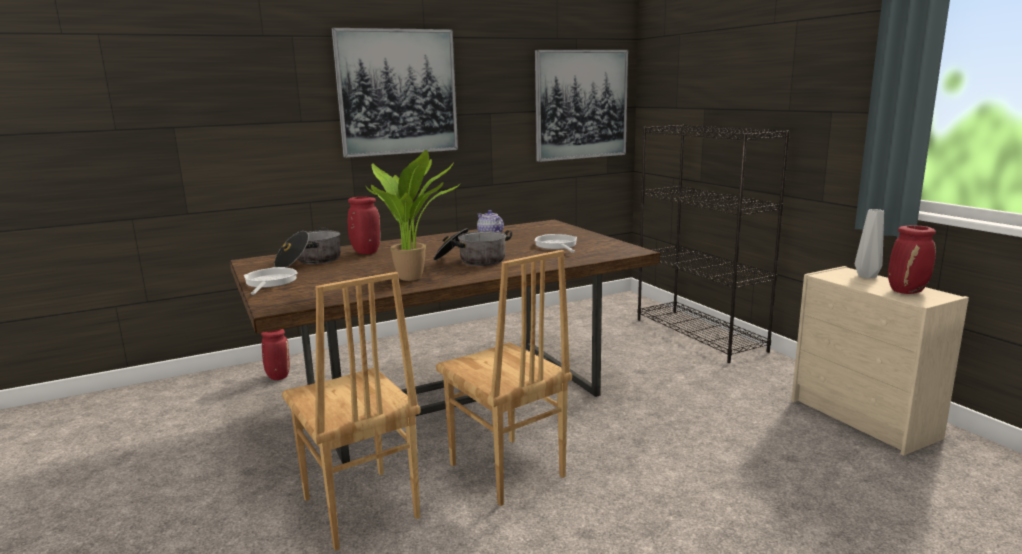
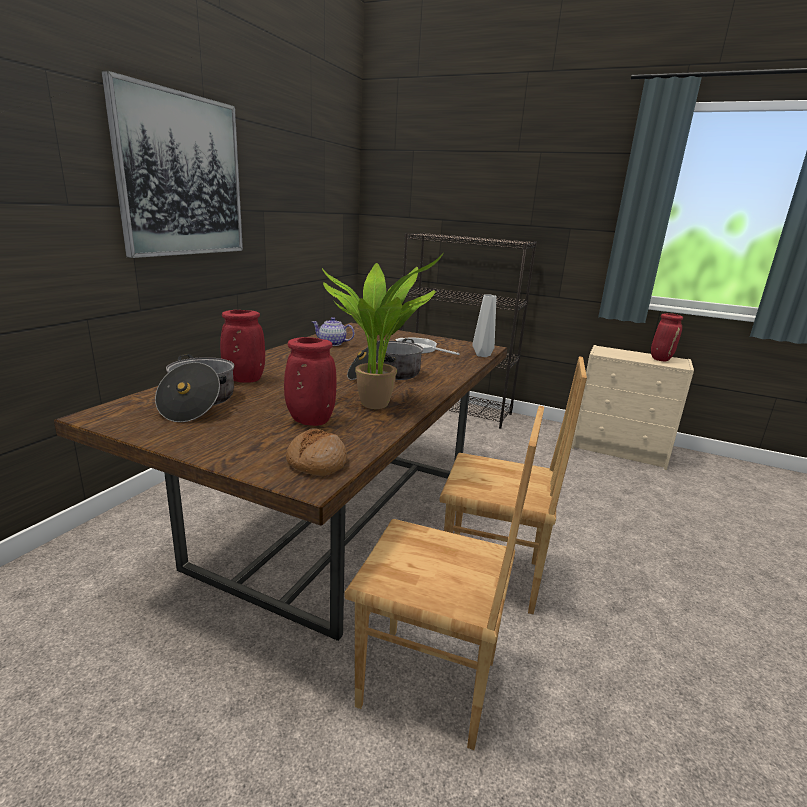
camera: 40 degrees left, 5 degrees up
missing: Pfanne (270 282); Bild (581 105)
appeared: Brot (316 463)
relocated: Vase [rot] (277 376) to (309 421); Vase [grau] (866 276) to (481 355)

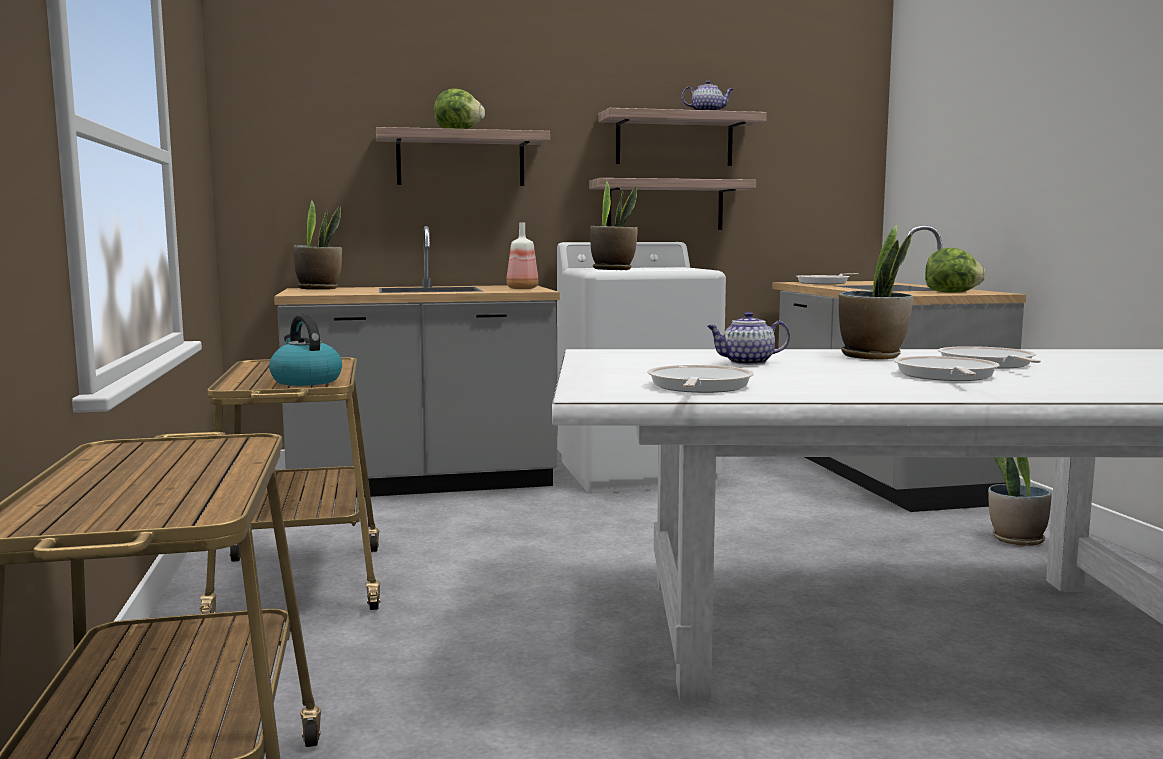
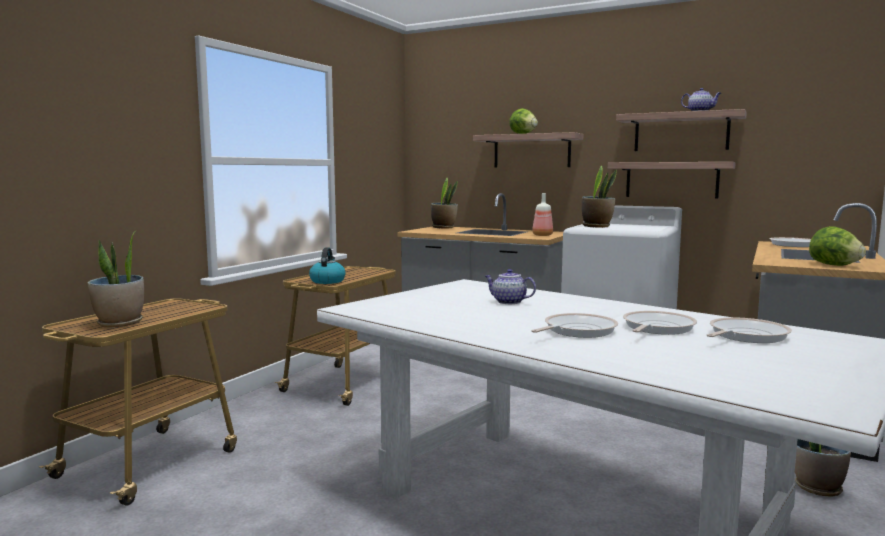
camera: 40 degrees right, 0 degrees up
relocated: Topfpflanze (872 356) to (120 323); Pfanne (698 387) to (745 336)

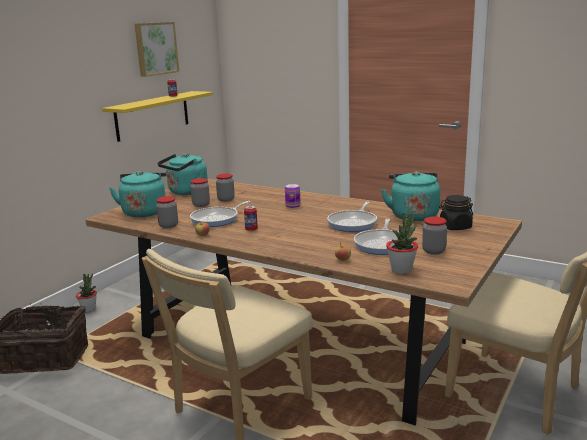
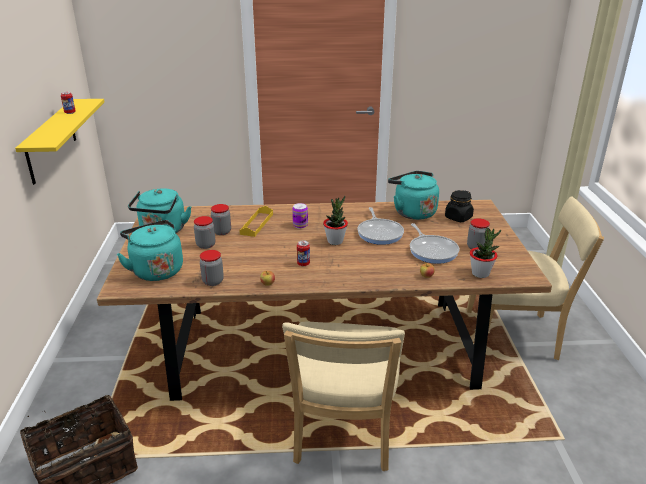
camera: 35 degrees left, 10 degrees up
missing: Bild (155 48); Pfanne (217 219)
appeared: Tablett [gelb] (257 224)
relocated: Topfpflanze (89 309) to (335 241)

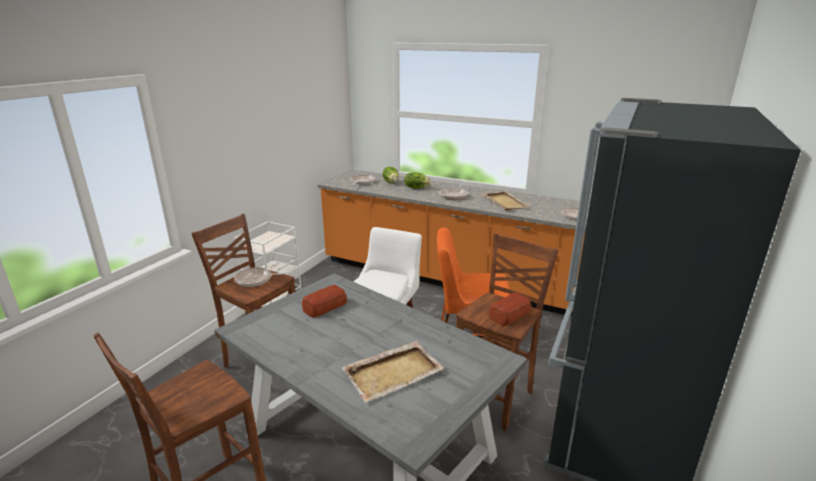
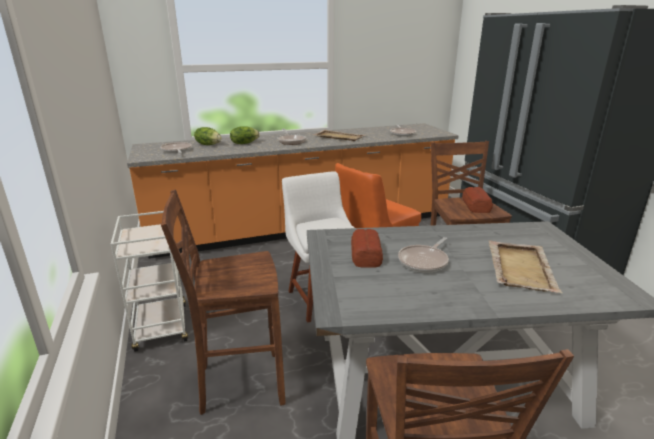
camera: 45 degrees left, 0 degrees up
relocated: Pfanne (256 280) to (424 261)

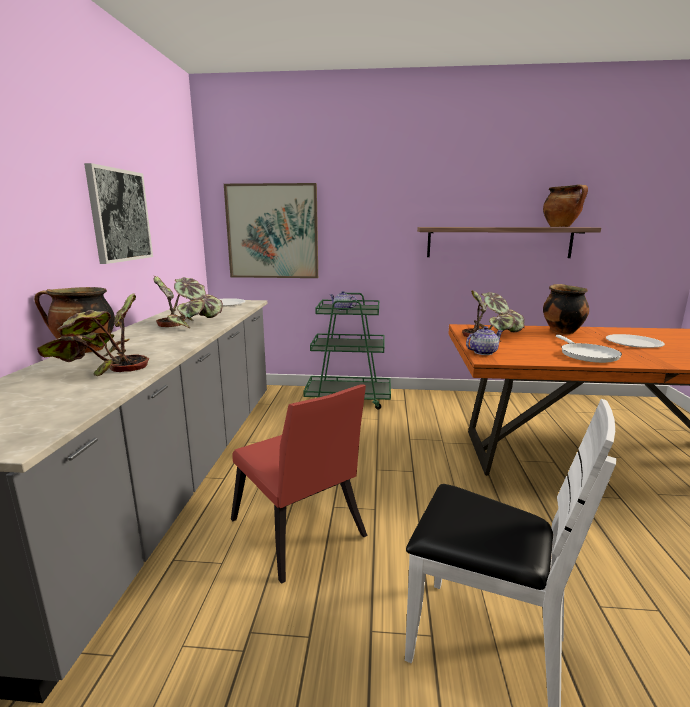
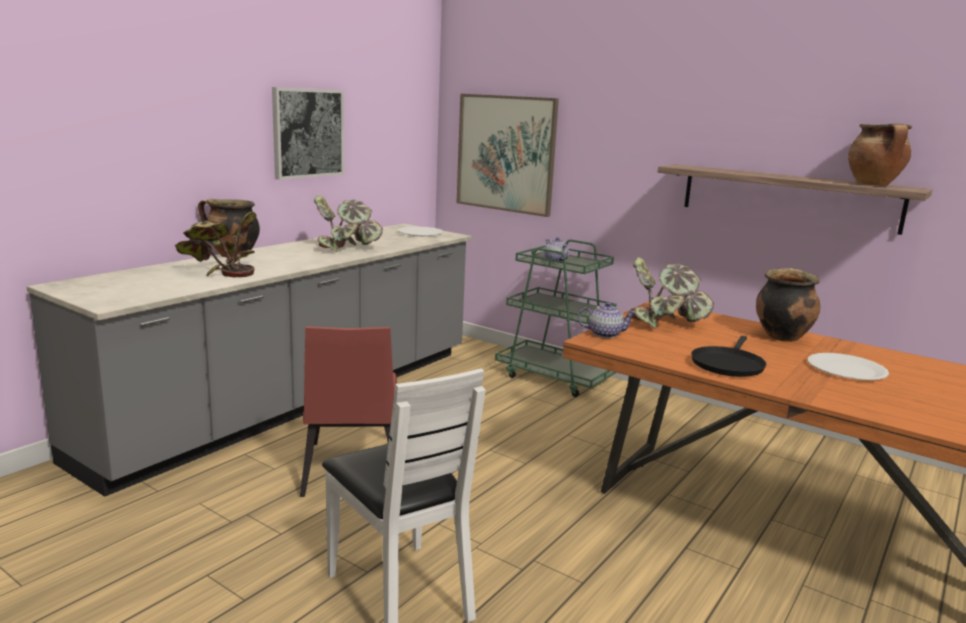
camera: 30 degrees right, 0 degrees up
colour: Pfanne [weiß] (586 355) to Pfanne [schwarz] (727 364)

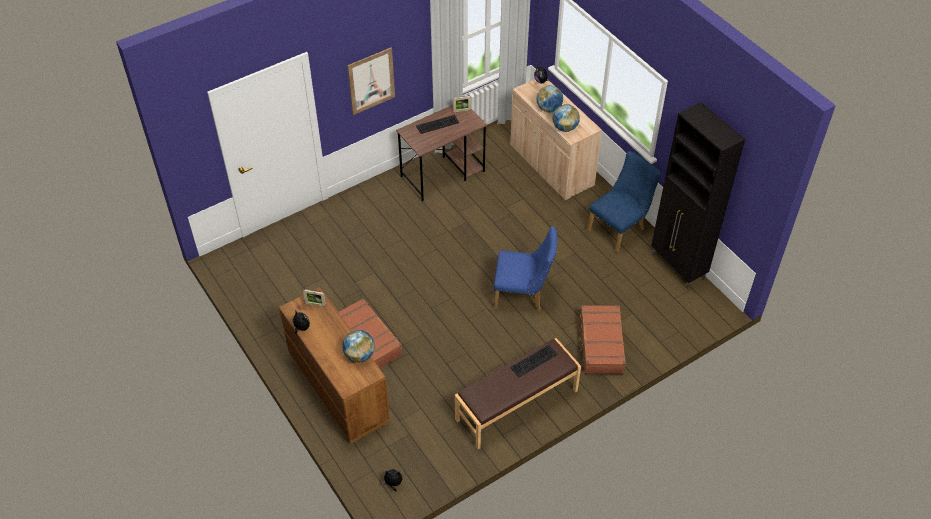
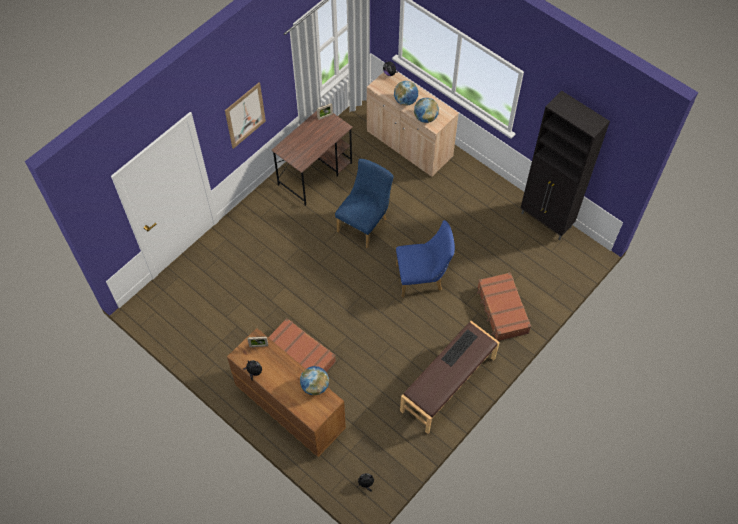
camera: 15 degrees left, 10 degrees up
missing: Tastatur (437 123)
relocated: Stuhl [blau] (619 229) to (365 223)

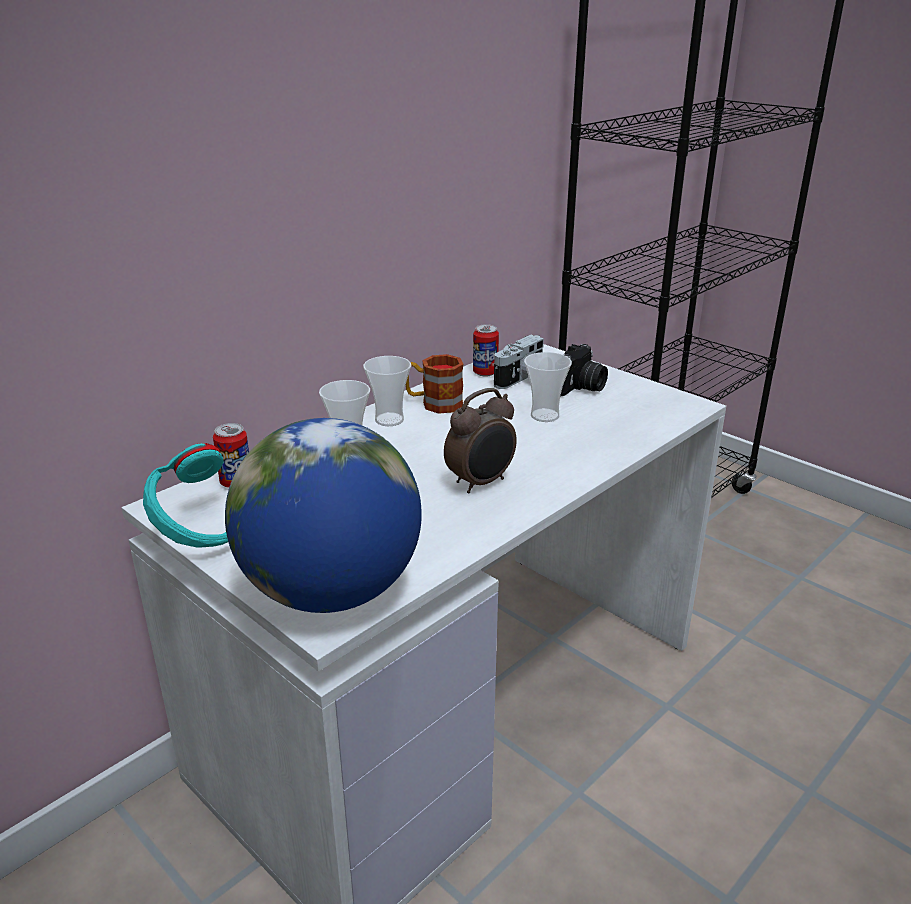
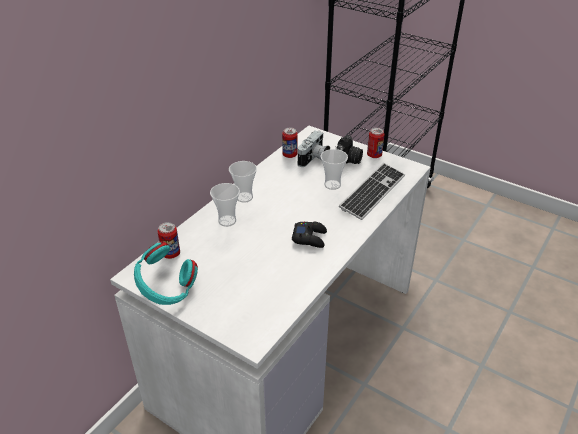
camera: 10 degrees left, 10 degrees up
missing: Globus (331 591); Henkelbecher (434 403)
appeared: Tastatur (372 192); Dose (374 155)
exchanged: Wecker (481 483) to Gamepad [schwarz] (310 238)

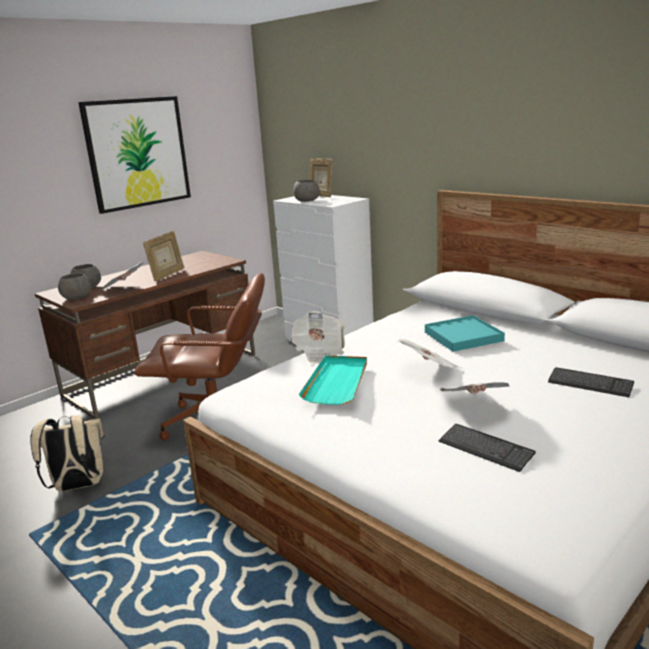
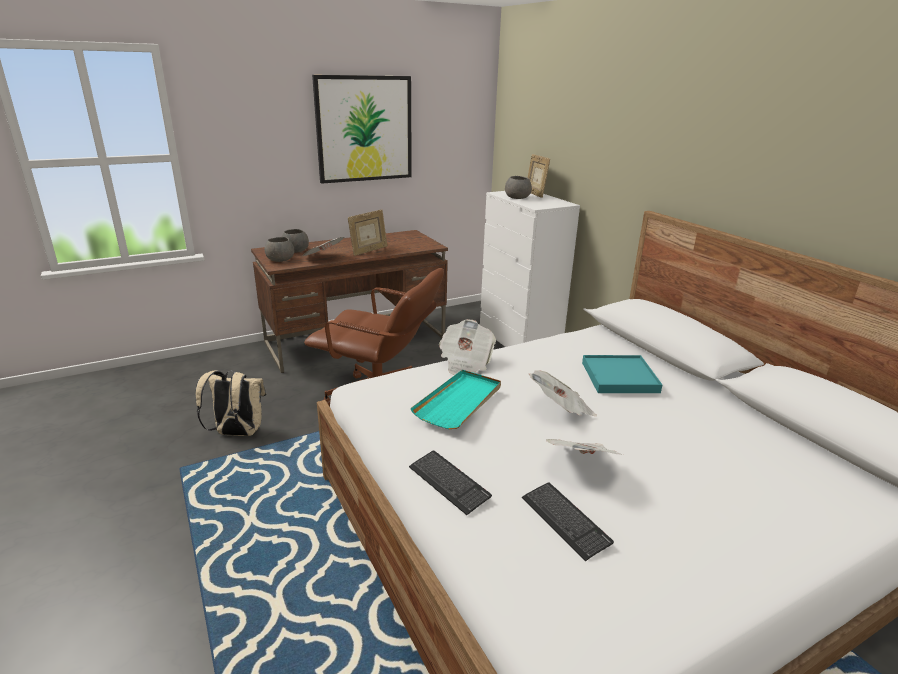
camera: 15 degrees right, 5 degrees up
relocated: Tastatur (590 384) to (449 483)

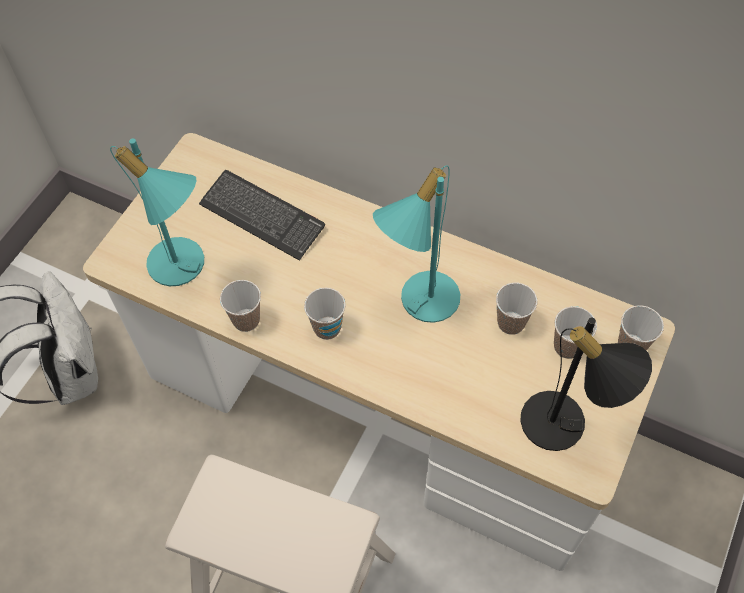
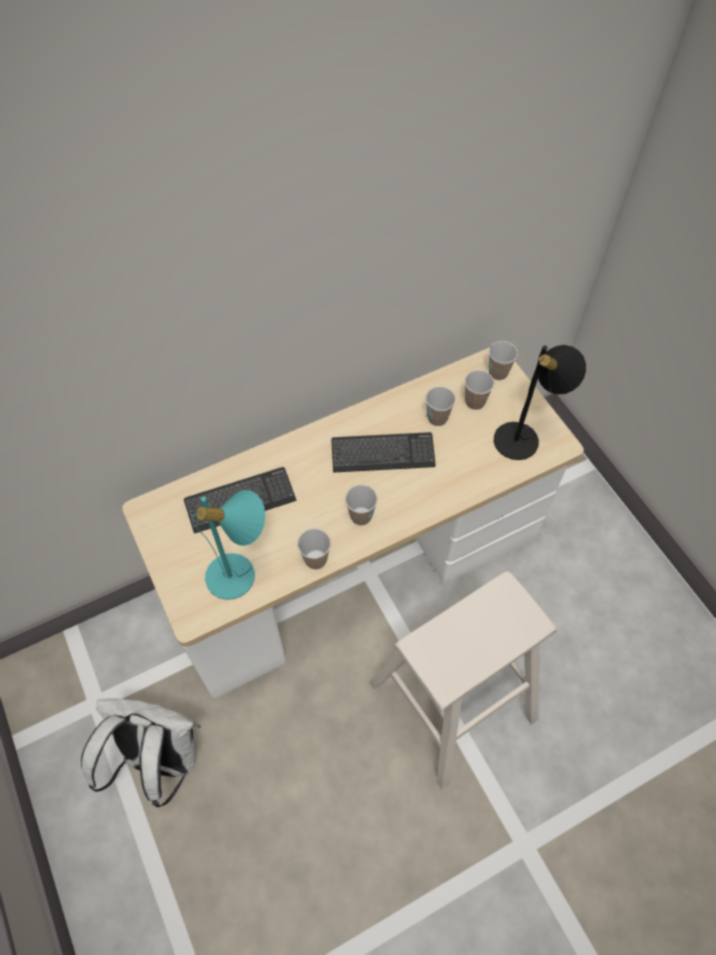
camera: 55 degrees left, 0 degrees up
exchanged: Tischlampe [türkis] (419 300) to Tastatur (382 454)

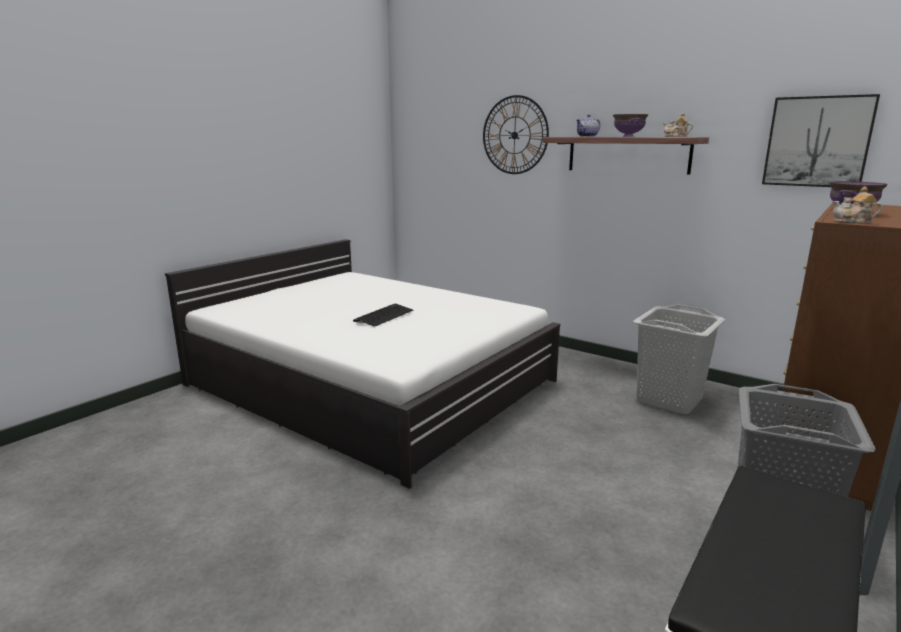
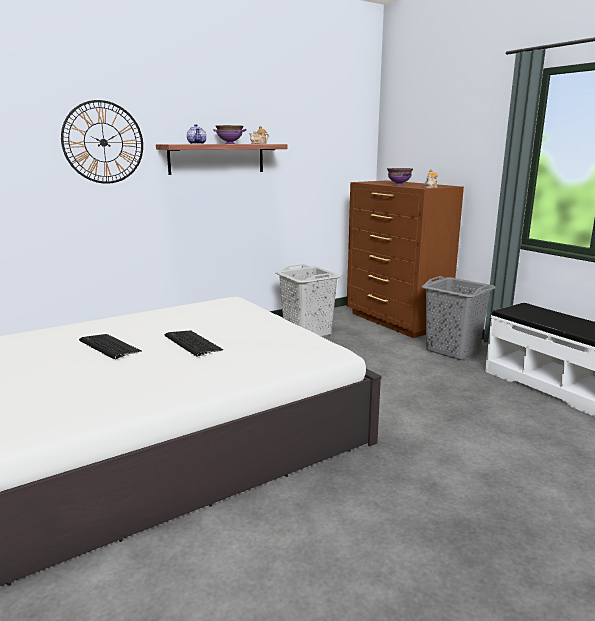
camera: 70 degrees left, 0 degrees up
missing: Bild (817 142)
appeared: Tastatur (109 347)

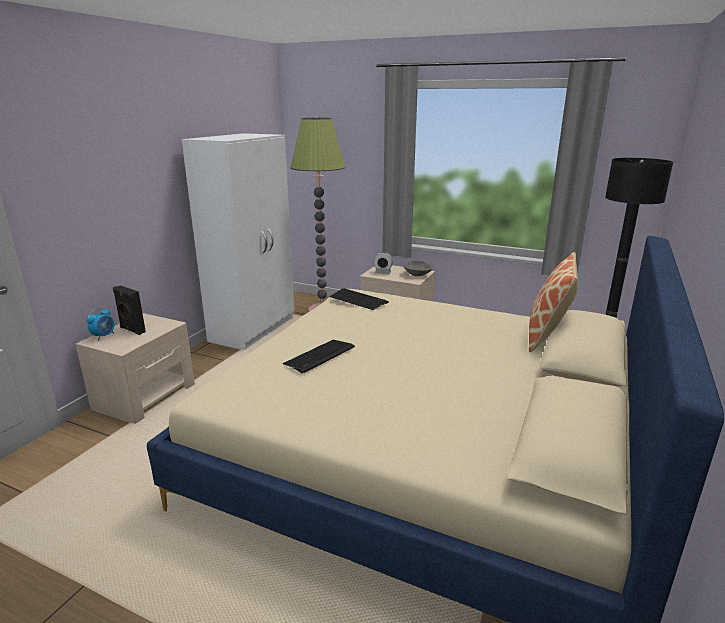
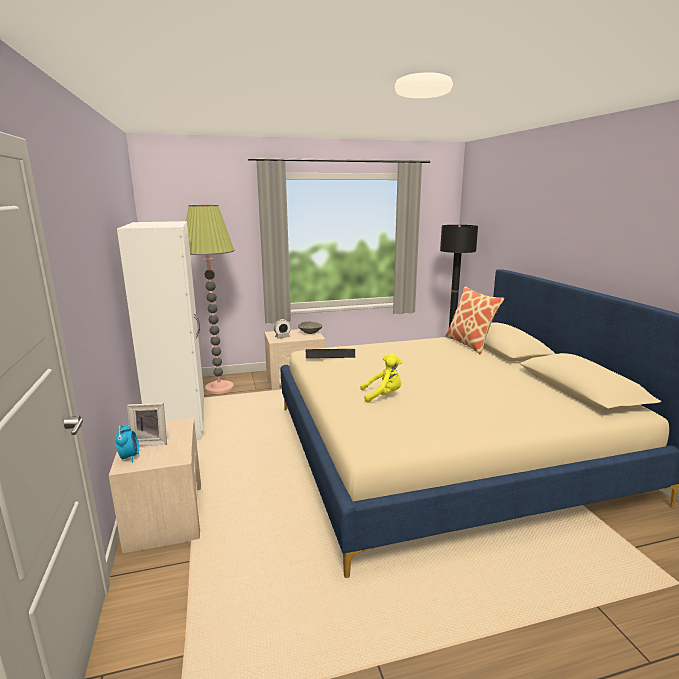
camera: 40 degrees left, 5 degrees down
exchanged: Lautsprecher [schwarz] (132 330) to Bilderrahmen (150 442); Tastatur (319 356) to Plüschtier [gelb] (383 395)

